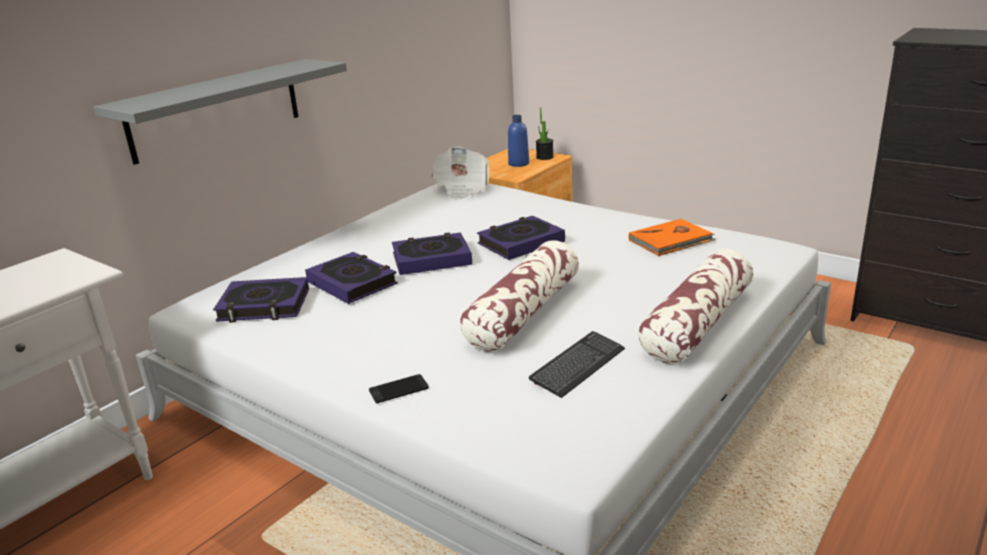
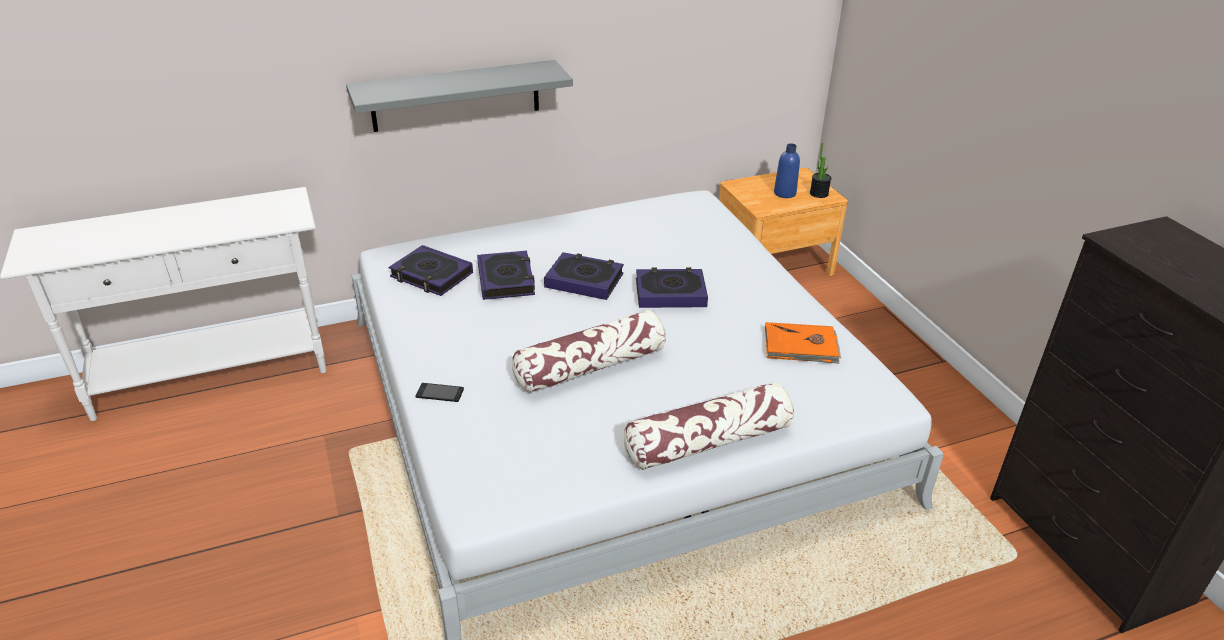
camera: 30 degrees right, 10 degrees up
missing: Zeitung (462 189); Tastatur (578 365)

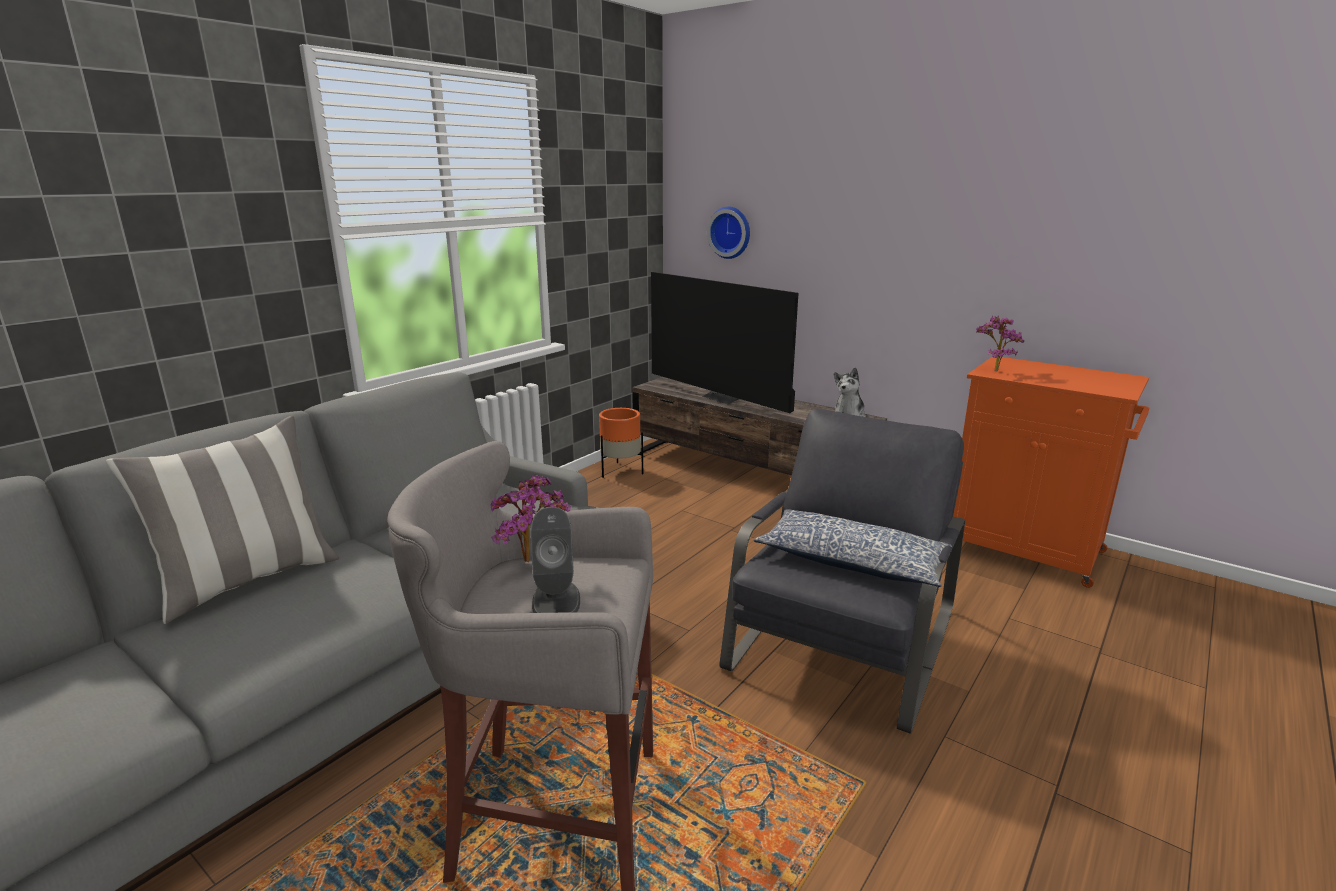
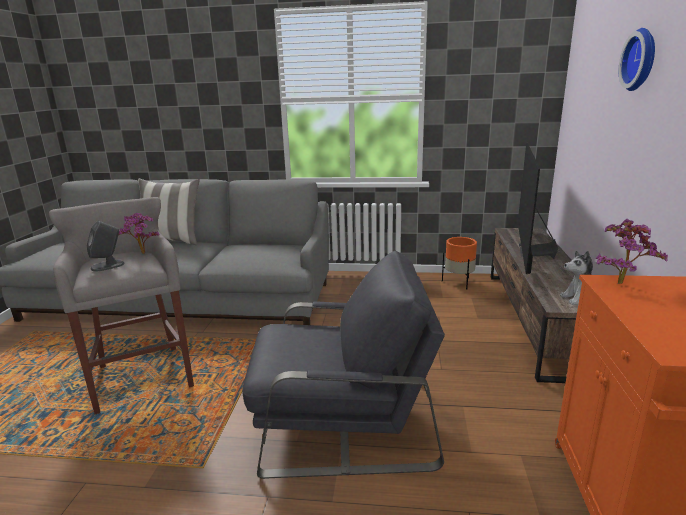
camera: 60 degrees right, 0 degrees up
missing: Kissen (851 561)
relocated: Wanduhr (730 232) to (642 59)

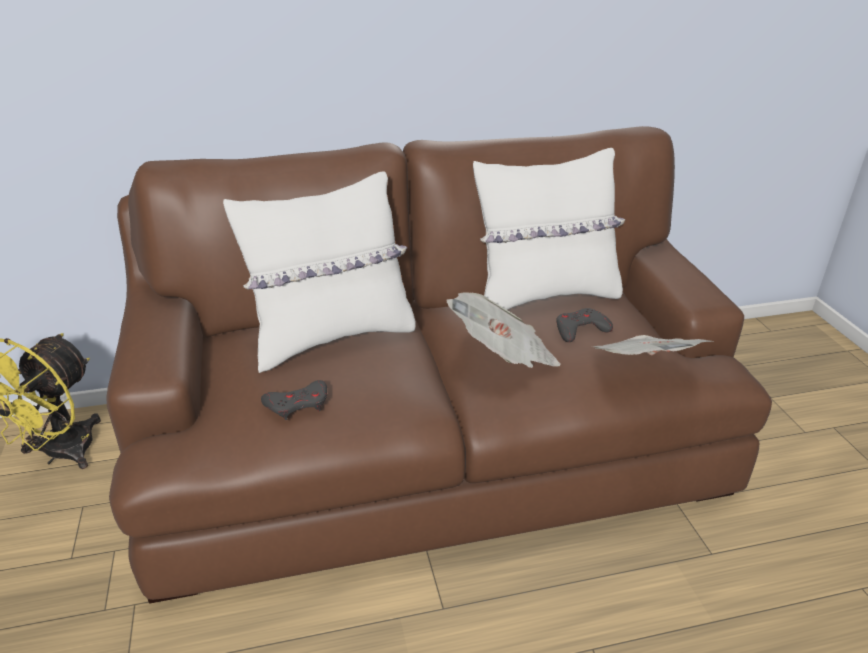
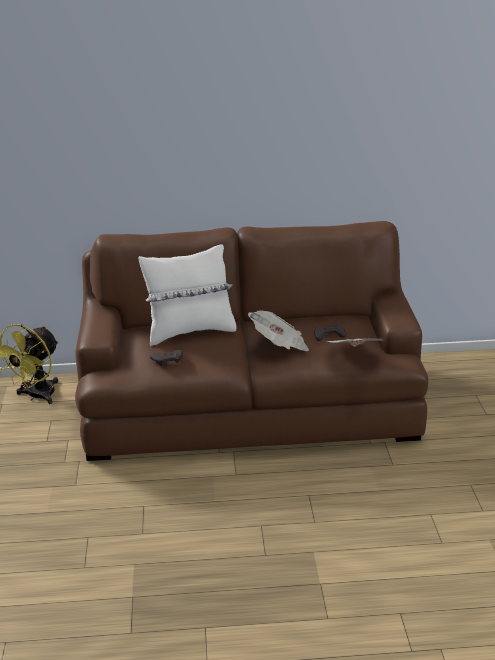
camera: 10 degrees right, 5 degrees down
missing: Kissen [weiß] (544 296)

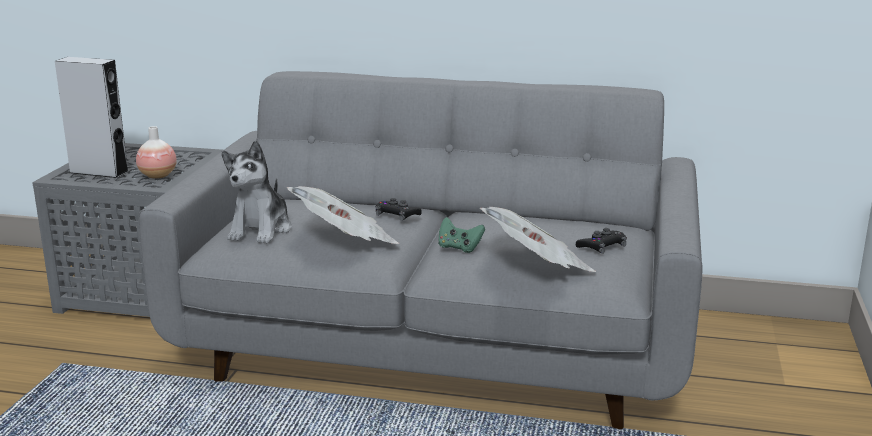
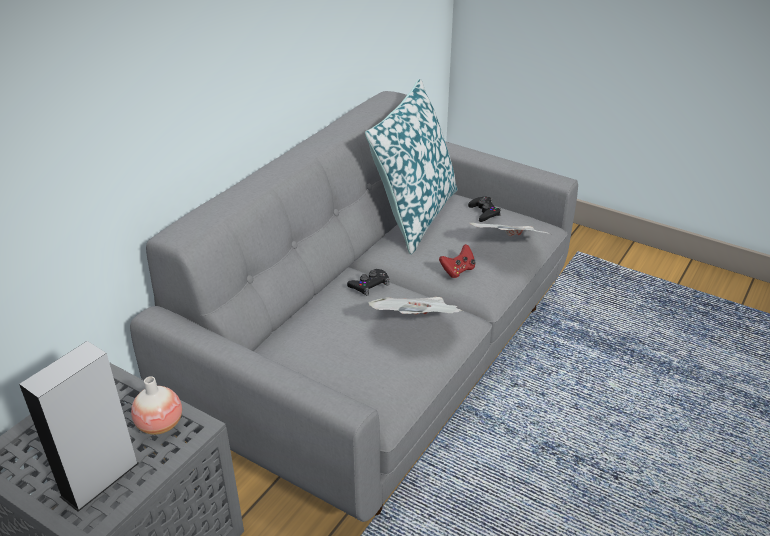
camera: 70 degrees left, 15 degrees up
missing: Plüschtier (261 230)
appeared: Kissen (414 216)
colour: Gamepad [grün] (459 248) to Gamepad [rot] (458 270)

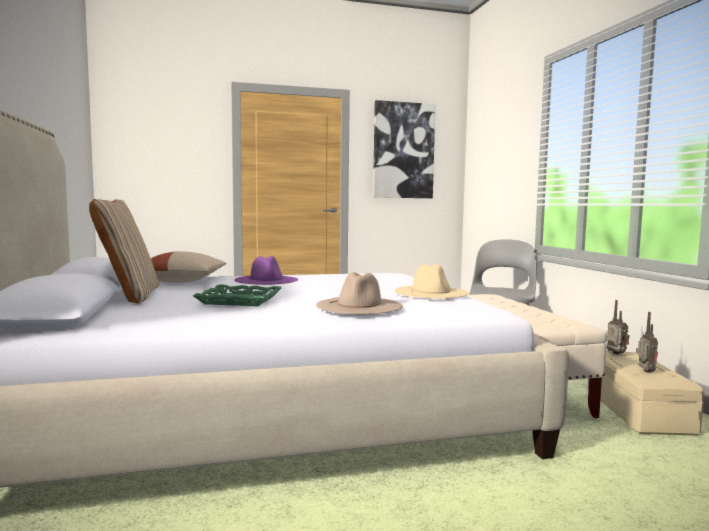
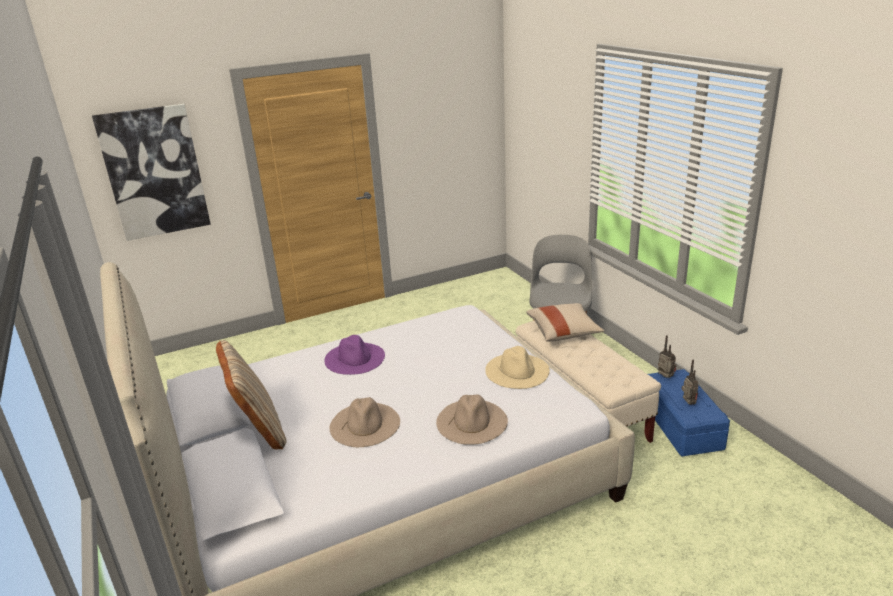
camera: 10 degrees left, 20 degrees up
relocated: Bild (403 150) to (154 172); Kissen [beige] (183 281) to (563 332)
exchanged: Tablett [grün] (240 300) to Hut [beige] (365 424)
colour: Aufbewahrungsbox [beige] (636 410) to Aufbewahrungsbox [blau] (680 425)

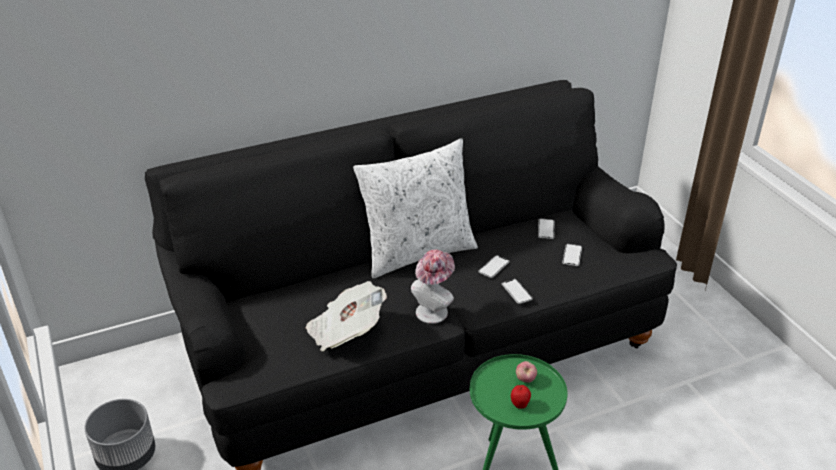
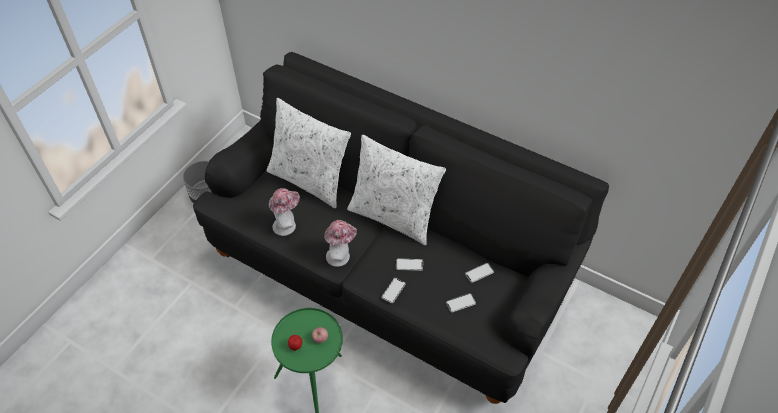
camera: 55 degrees right, 15 degrees up
appeared: Kissen [weiß] (310 180)
exchanged: Zeitung (345 331) to Hut (287 225)

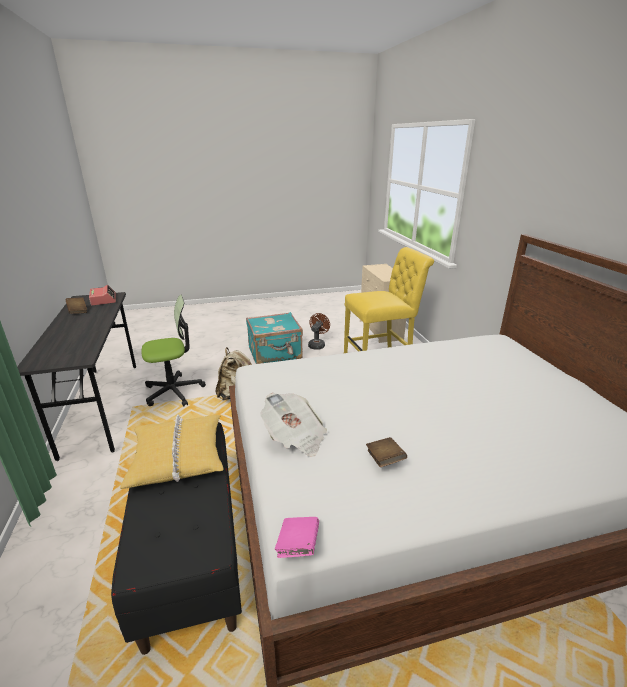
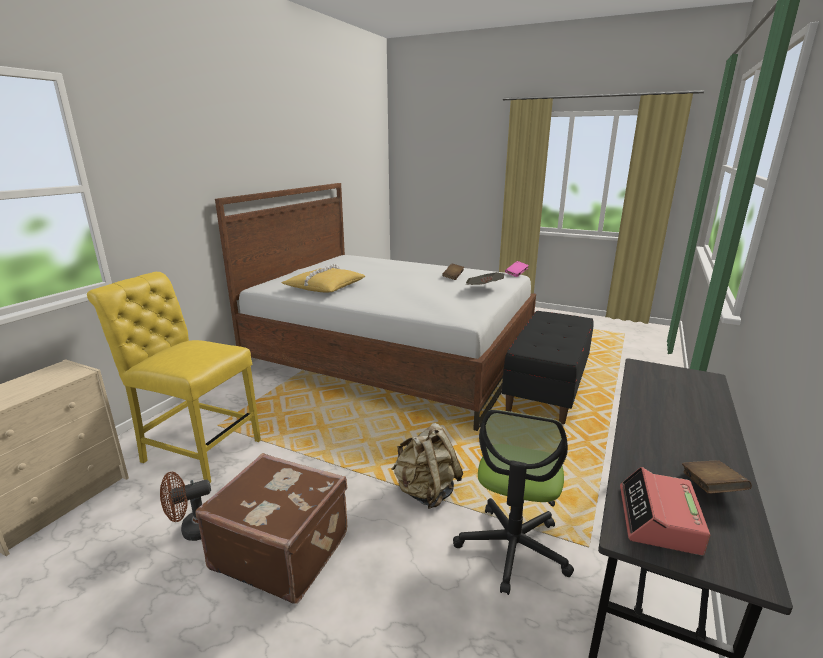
camera: 140 degrees left, 5 degrees down
relocated: Kissen [gelb] (177 457) to (324 287)
colour: Koffer [türkis] (275 354) to Koffer [braun] (282 549)
spun: Bürostuhl (174 391) = (512 548) 90 degrees counterclockwise

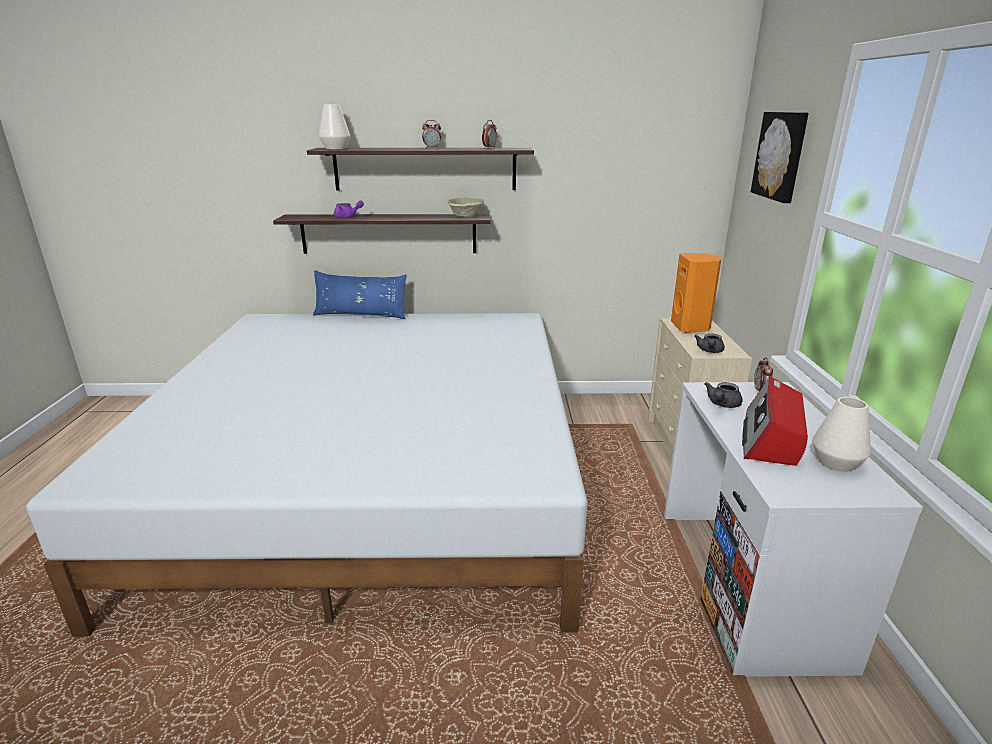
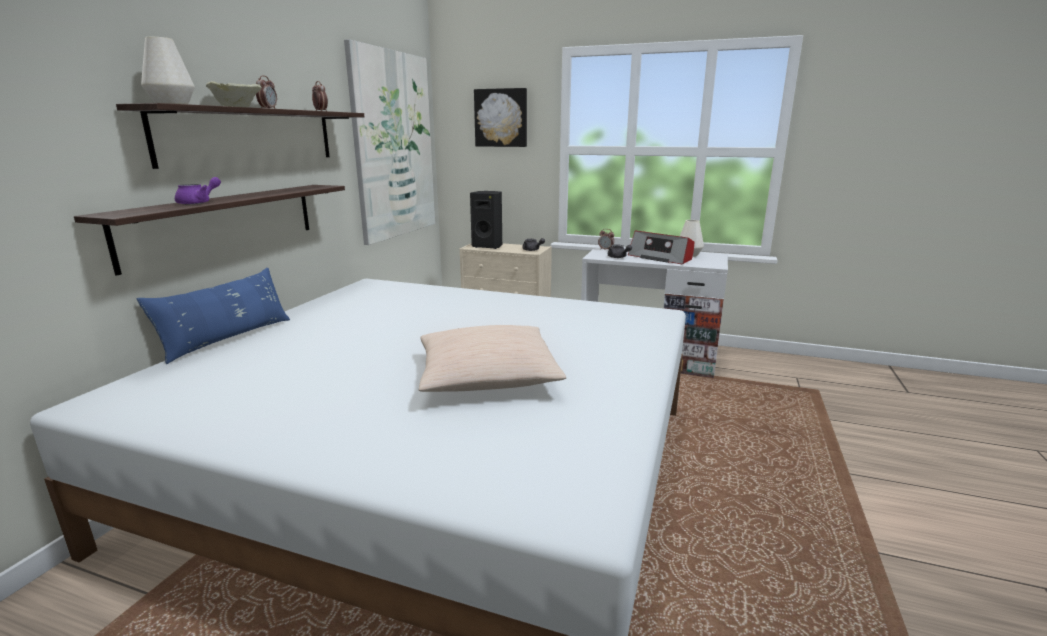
camera: 70 degrees left, 5 degrees down
appeared: Bild (394 146); Kissen [beige] (487 376)
relocated: Schüssel [beige] (466 216) to (238 107)
colour: Lautsprecher [orange] (691 327) to Lautsprecher [schwarz] (488 246)

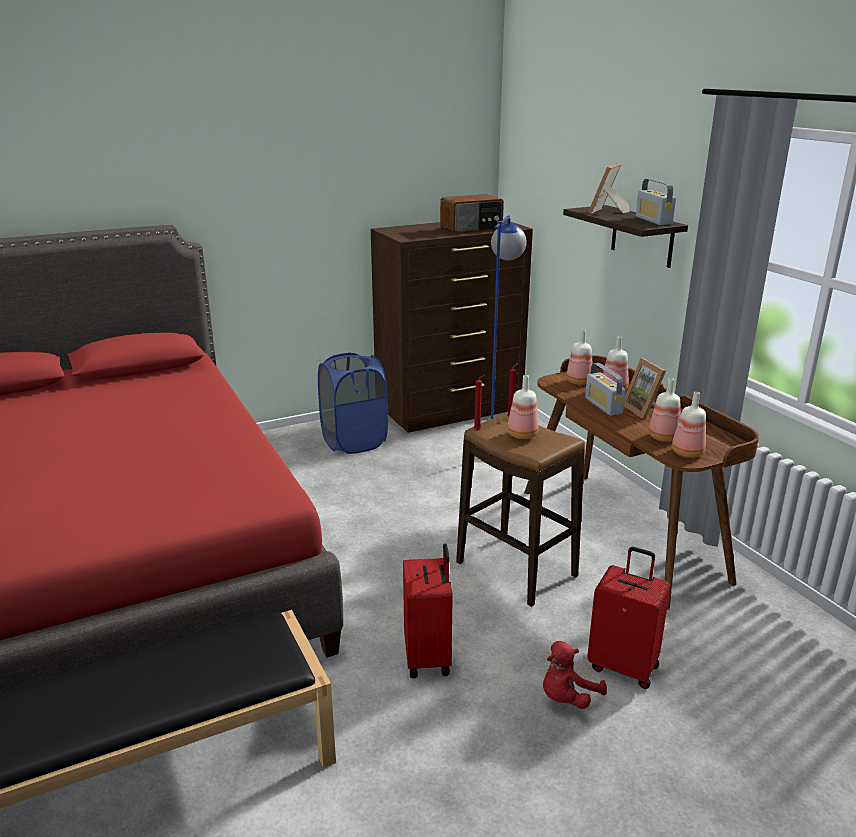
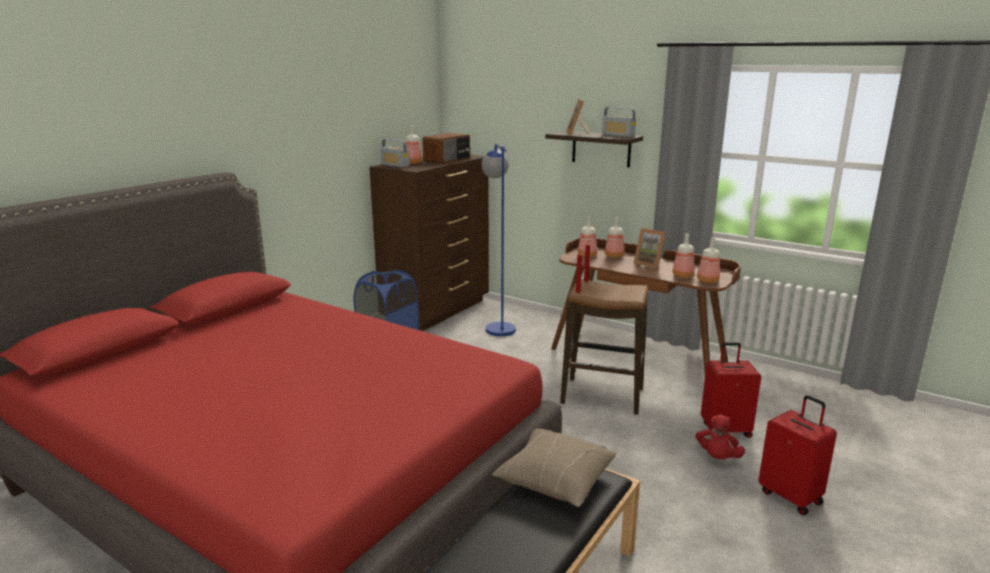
camera: 30 degrees left, 5 degrees down
appeared: Kissen [beige] (555 479)
relocated: Radio (603 406) to (395 165); Flasche (521 435) to (412 163); Koffer [rot] (429 657) to (791 496)

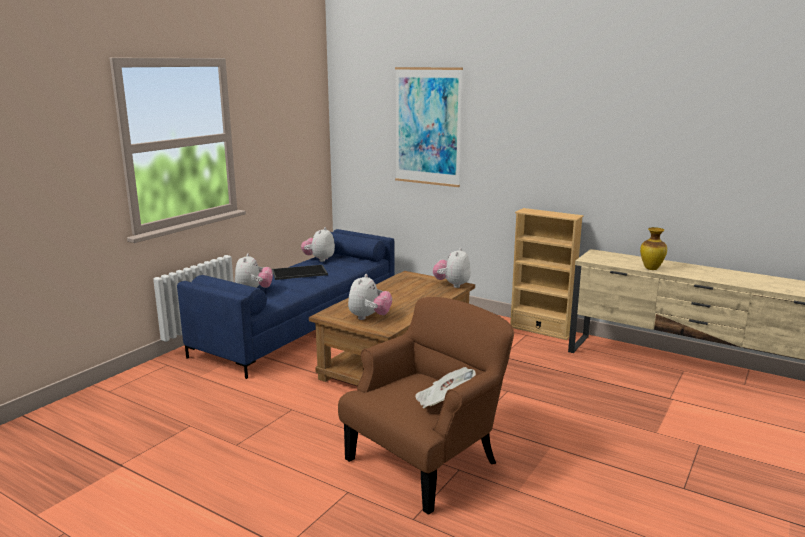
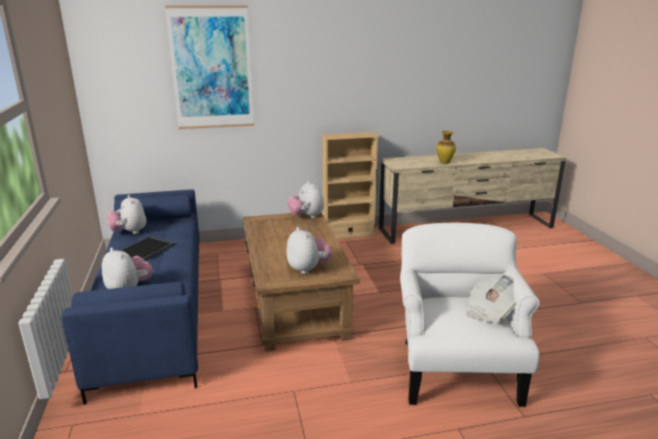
camera: 45 degrees left, 5 degrees up
colour: Sessel [braun] (426 460) to Sessel [weiß] (455 368)

